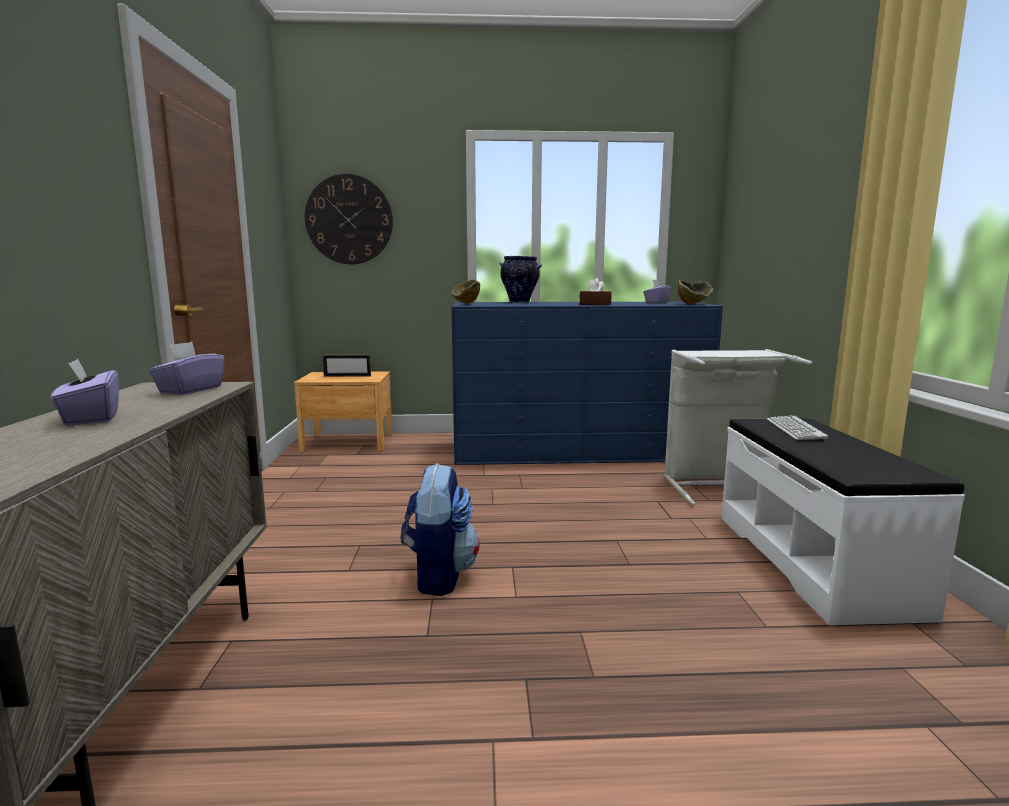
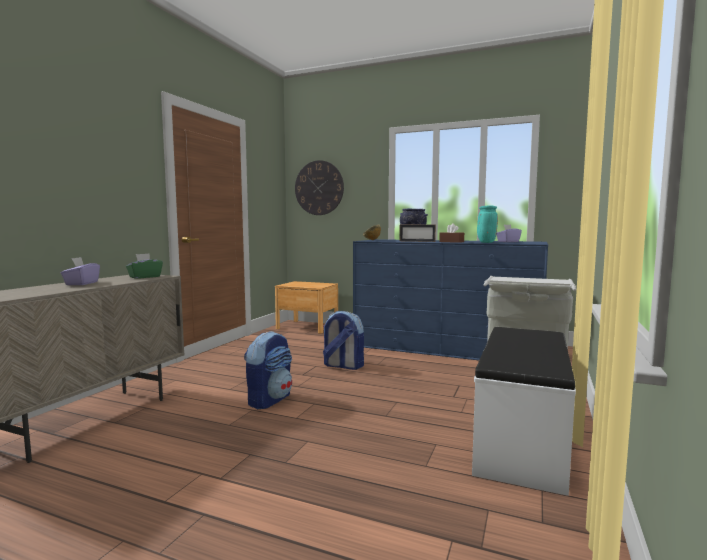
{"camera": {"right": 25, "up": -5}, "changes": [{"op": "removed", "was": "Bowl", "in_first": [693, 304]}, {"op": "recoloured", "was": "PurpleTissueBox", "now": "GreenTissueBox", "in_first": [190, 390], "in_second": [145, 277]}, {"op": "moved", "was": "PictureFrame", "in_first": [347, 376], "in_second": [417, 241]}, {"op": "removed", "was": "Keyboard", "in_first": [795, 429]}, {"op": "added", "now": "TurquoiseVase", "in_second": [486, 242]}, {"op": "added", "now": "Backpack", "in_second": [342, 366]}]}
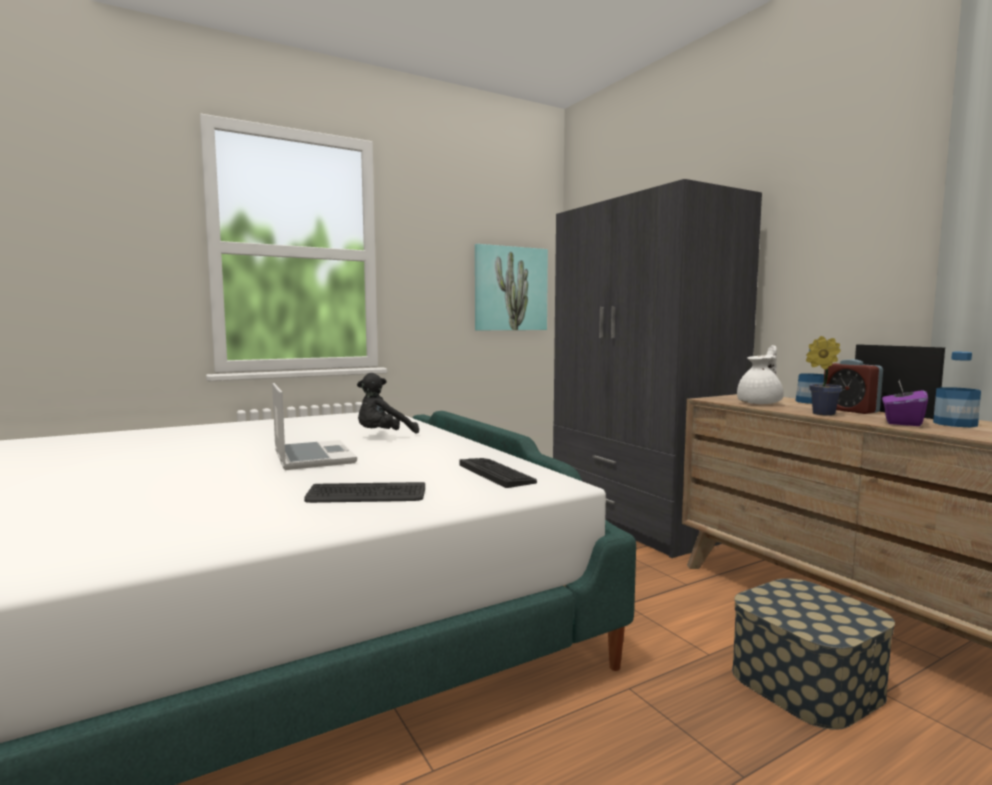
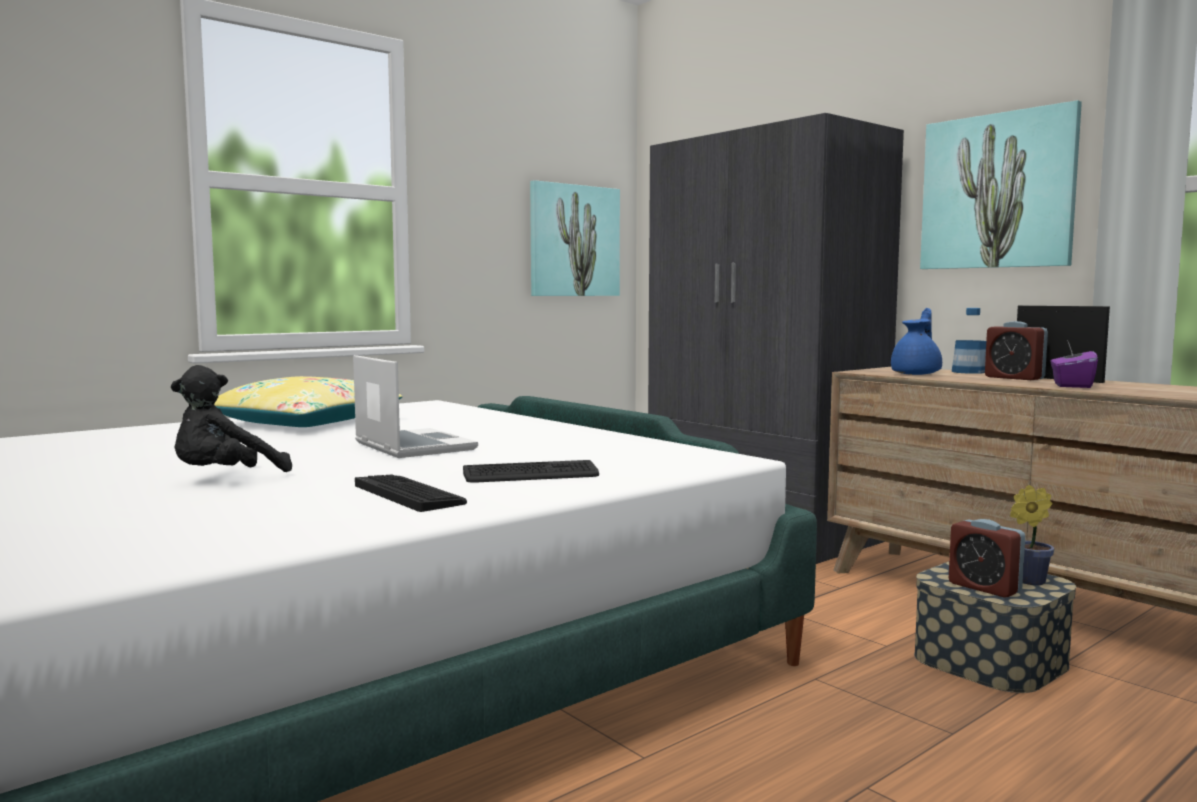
{"camera": {"right": -10, "up": 0}, "changes": [{"op": "moved", "was": "PottedPlant", "in_first": [820, 414], "in_second": [1027, 581]}, {"op": "recoloured", "was": "WhiteTeapot", "now": "BlueTeapot", "in_first": [761, 403], "in_second": [917, 374]}, {"op": "removed", "was": "Bottle", "in_first": [955, 424]}, {"op": "moved", "was": "BlackPlushToy", "in_first": [383, 436], "in_second": [225, 478]}, {"op": "moved", "was": "Keyboard", "in_first": [496, 473], "in_second": [409, 494]}, {"op": "added", "now": "Picture", "in_second": [997, 191]}, {"op": "added", "now": "YellowPillow", "in_second": [304, 422]}, {"op": "added", "now": "AlarmClock", "in_second": [984, 588]}]}
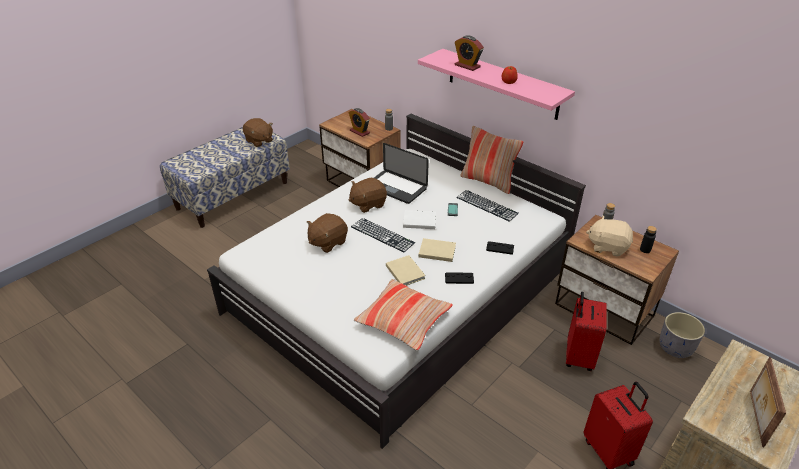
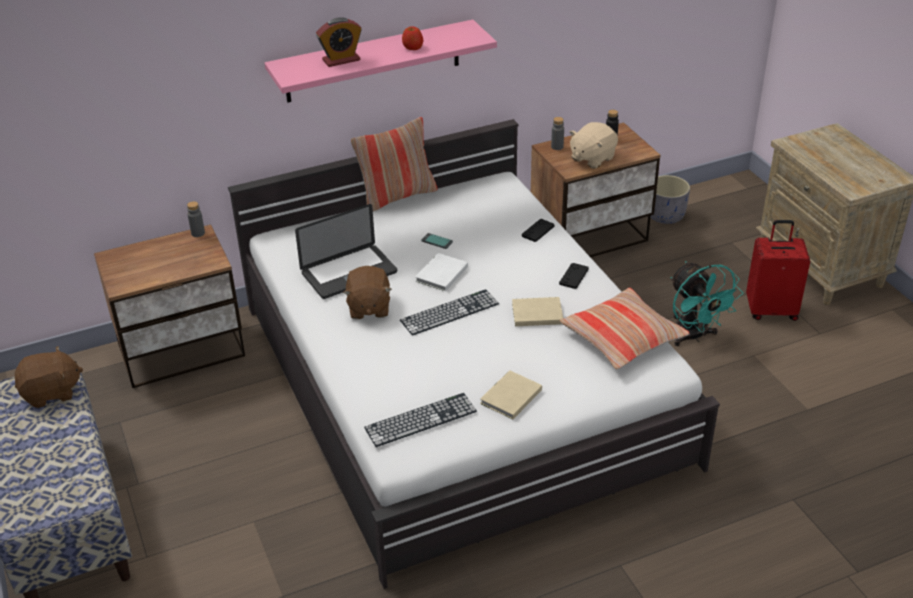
{"camera": {"right": -65, "up": 0}, "changes": [{"op": "removed", "was": "AlarmClock", "in_first": [359, 132]}, {"op": "moved", "was": "Keyboard", "in_first": [487, 205], "in_second": [420, 419]}, {"op": "removed", "was": "BrownPlushToy", "in_first": [327, 242]}, {"op": "moved", "was": "BeigeBook", "in_first": [436, 251], "in_second": [509, 397]}, {"op": "removed", "was": "RedSuitcase", "in_first": [577, 356]}, {"op": "removed", "was": "PictureFrame", "in_first": [755, 417]}, {"op": "added", "now": "TurquoiseFan", "in_second": [693, 337]}]}
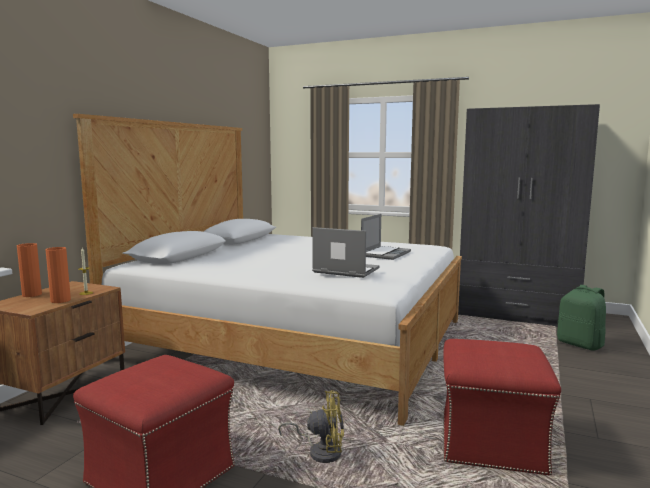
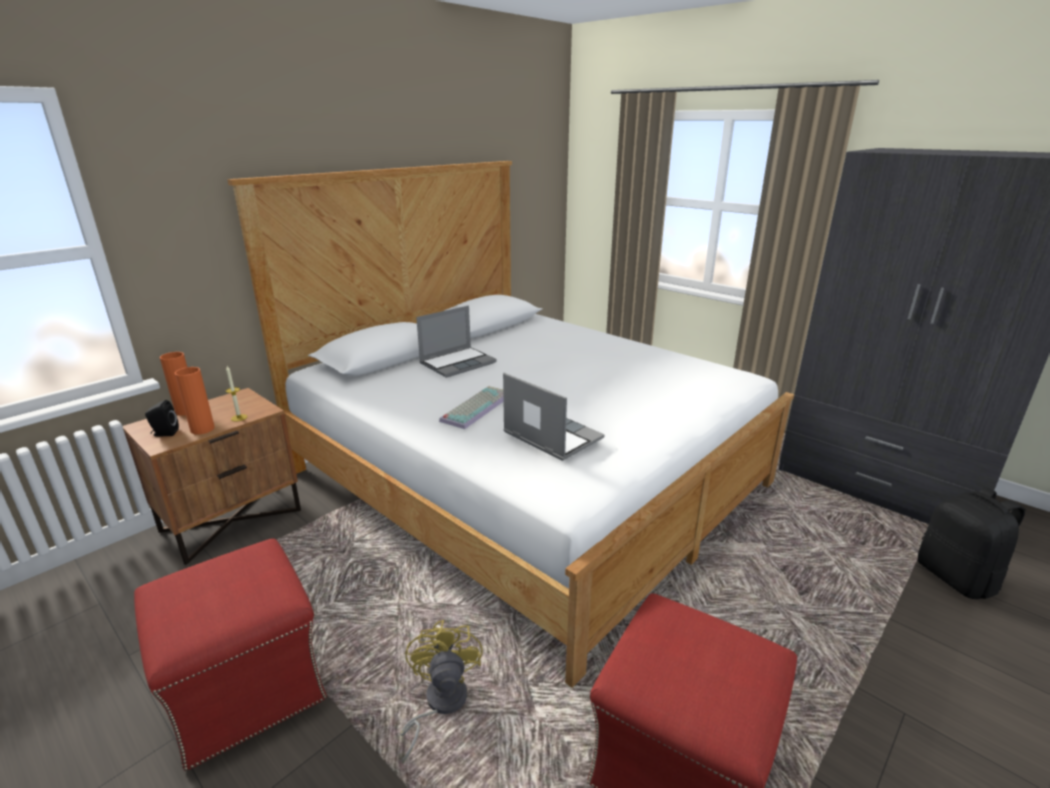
{"camera": {"right": 20, "up": 15}, "changes": [{"op": "moved", "was": "Laptop", "in_first": [385, 254], "in_second": [458, 363]}, {"op": "recoloured", "was": "GreenBackpack", "now": "BlackBackpack", "in_first": [580, 344], "in_second": [957, 578]}, {"op": "turned", "was": "YellowFan", "in_first": [320, 451], "in_second": [439, 704], "clockwise": -120}, {"op": "added", "now": "Keyboard", "in_second": [476, 407]}, {"op": "added", "now": "BlackSpeaker", "in_second": [164, 433]}]}
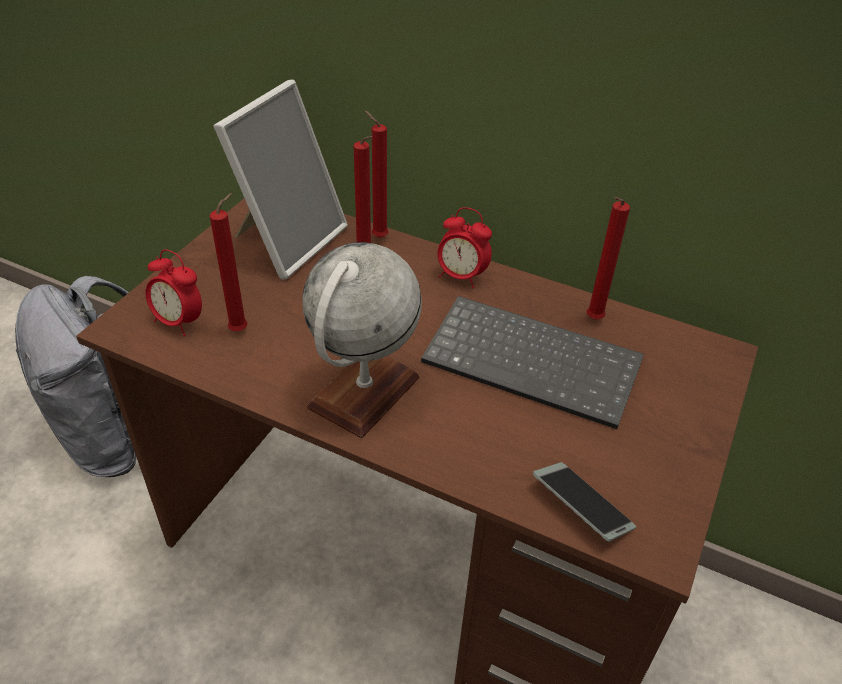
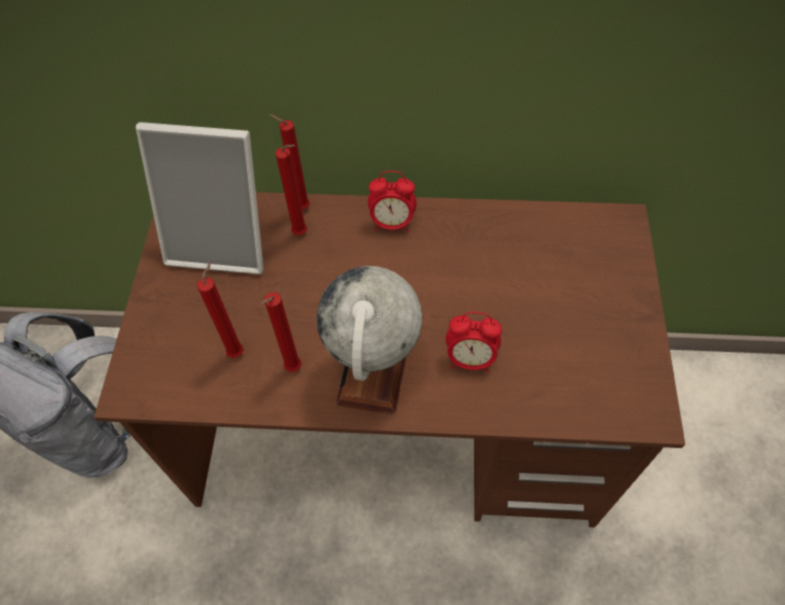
{"camera": {"right": -20, "up": 15}, "changes": [{"op": "turned", "was": "PictureFrame", "in_first": [287, 240], "in_second": [223, 241], "clockwise": 90}, {"op": "moved", "was": "RedCandle", "in_first": [592, 320], "in_second": [291, 369]}, {"op": "moved", "was": "AlarmClock", "in_first": [179, 322], "in_second": [470, 359]}, {"op": "removed", "was": "Keyboard", "in_first": [535, 362]}, {"op": "removed", "was": "Phone", "in_first": [581, 507]}]}
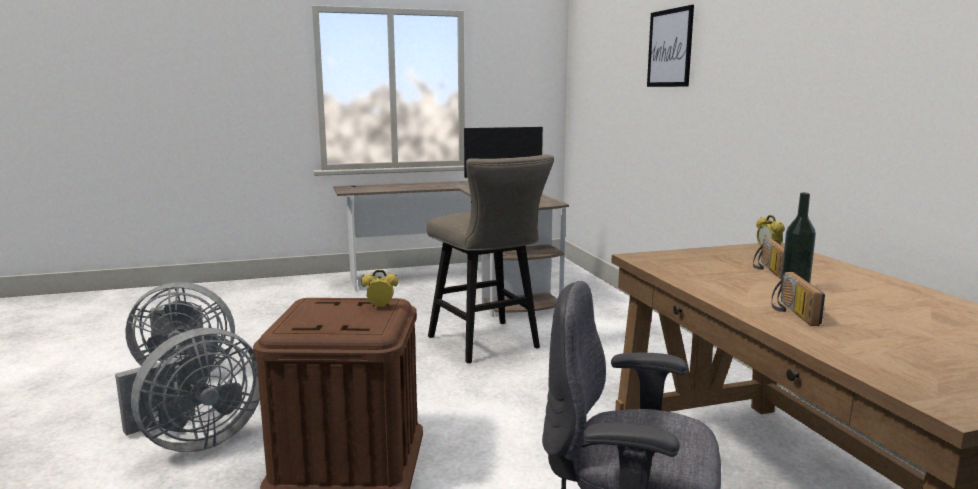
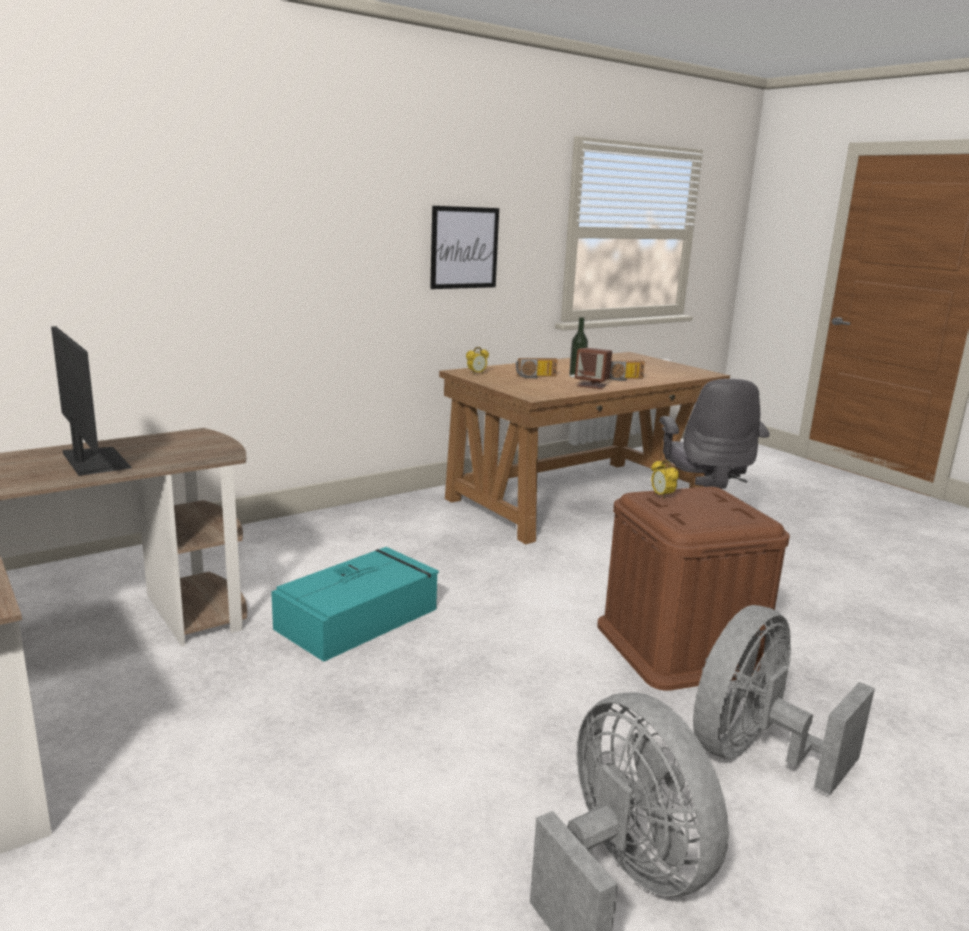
{"camera": {"right": -110, "up": 5}, "changes": [{"op": "moved", "was": "Picture", "in_first": [670, 48], "in_second": [464, 248]}, {"op": "replaced", "was": "BeigeStool", "now": "TurquoiseStorageBox", "in_first": [488, 344], "in_second": [359, 618]}, {"op": "turned", "was": "GreyFan", "in_first": [196, 441], "in_second": [754, 753], "clockwise": -75}, {"op": "added", "now": "BrownSpeaker", "in_second": [592, 385]}]}
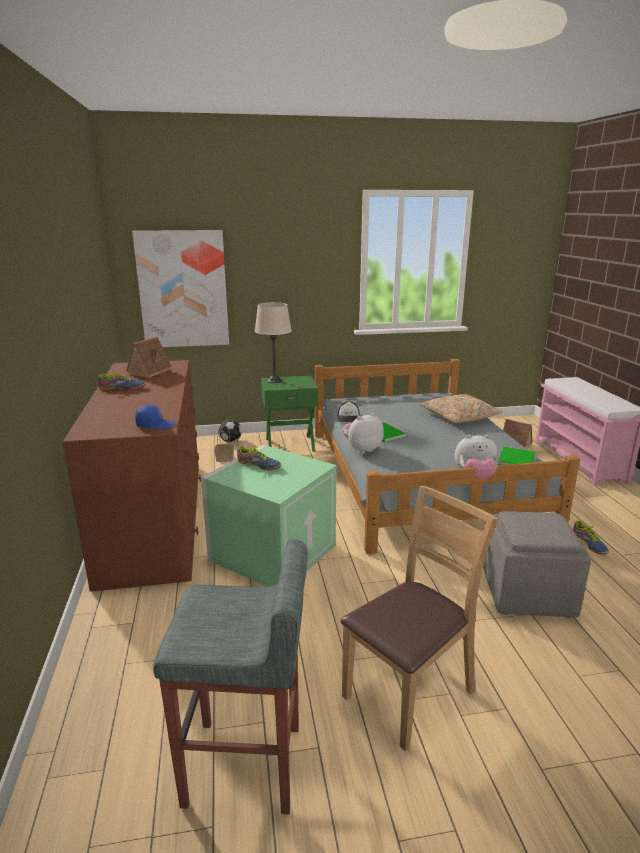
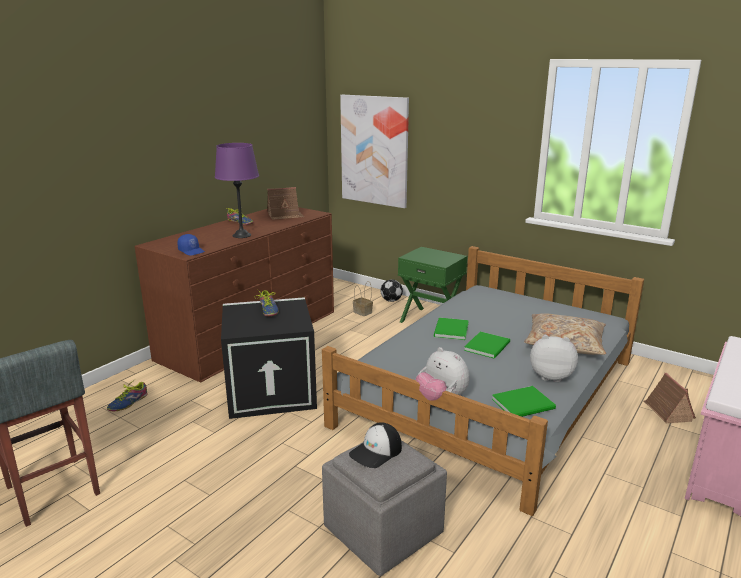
{"camera": {"right": 45, "up": 0}, "changes": [{"op": "removed", "was": "BeigeTableLamp", "in_first": [274, 380]}, {"op": "moved", "was": "Cap", "in_first": [349, 417], "in_second": [376, 452]}, {"op": "moved", "was": "PlushToy", "in_first": [362, 449], "in_second": [550, 376]}, {"op": "recoloured", "was": "GreenStorageBox", "now": "BlackStorageBox", "in_first": [272, 551], "in_second": [272, 390]}, {"op": "removed", "was": "BrownChair", "in_first": [409, 692]}, {"op": "moved", "was": "Shoe", "in_first": [589, 543], "in_second": [128, 403]}, {"op": "added", "now": "PurpleTableLamp", "in_second": [242, 235]}, {"op": "added", "now": "GreenBook", "in_second": [488, 346]}]}
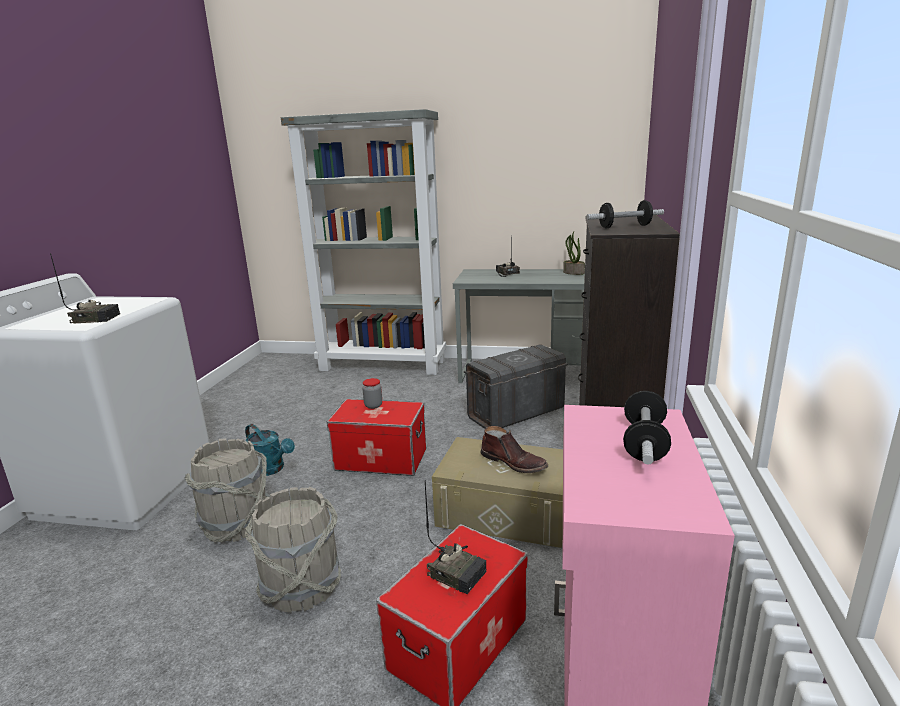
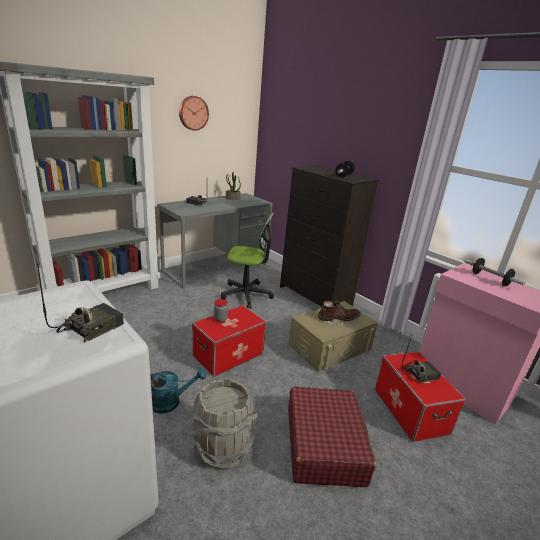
{"camera": {"right": -55, "up": 5}, "changes": [{"op": "replaced", "was": "GreyStorageBox", "now": "OfficeChair", "in_first": [515, 413], "in_second": [246, 294]}, {"op": "replaced", "was": "GreyBucket", "now": "RedSuitcase", "in_first": [302, 587], "in_second": [324, 444]}, {"op": "added", "now": "WallClock", "in_second": [193, 113]}]}
